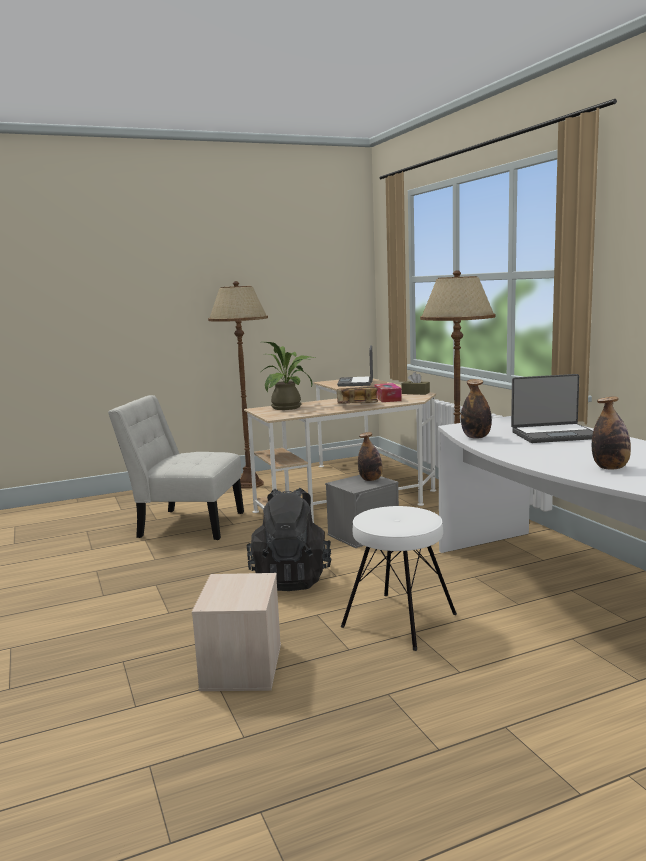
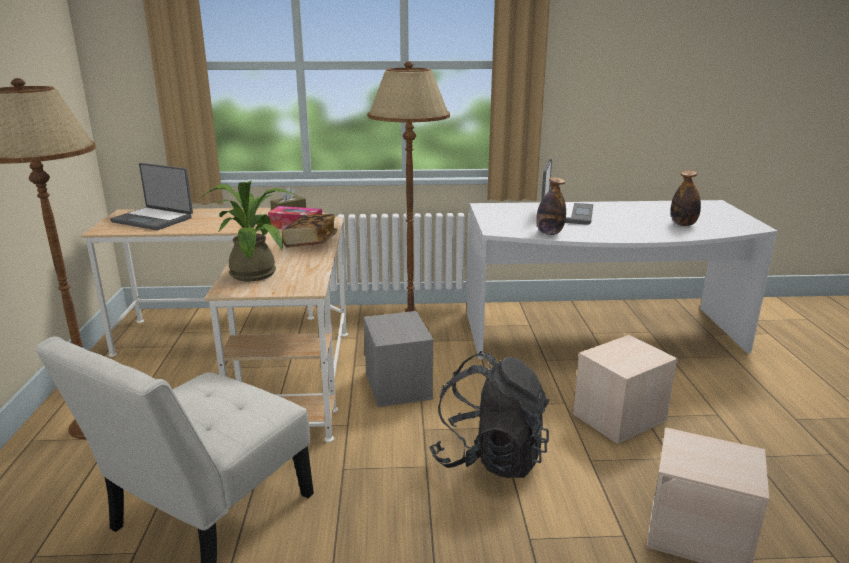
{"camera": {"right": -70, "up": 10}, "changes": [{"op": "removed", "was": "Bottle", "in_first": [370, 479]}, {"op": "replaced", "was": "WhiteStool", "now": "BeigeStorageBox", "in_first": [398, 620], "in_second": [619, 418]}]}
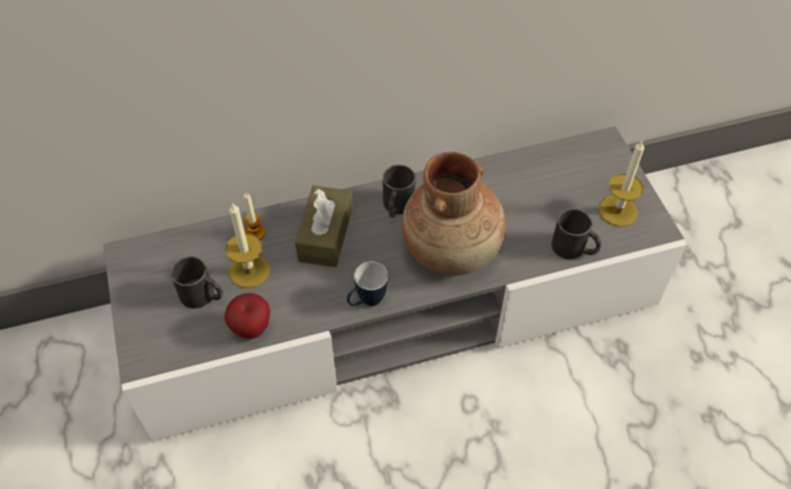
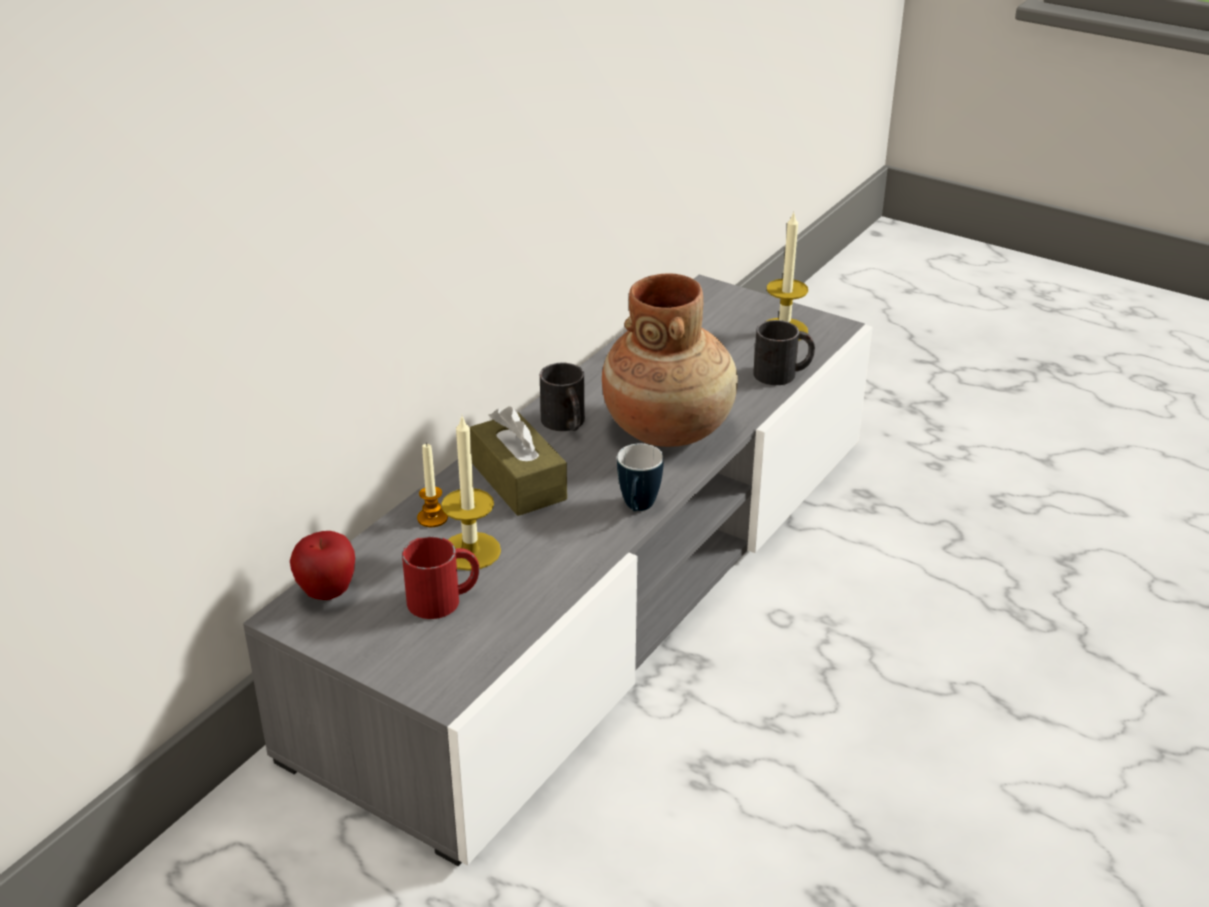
{"camera": {"right": -40, "up": -20}, "changes": [{"op": "recoloured", "was": "BlackMug", "now": "RedMug", "in_first": [203, 296], "in_second": [444, 599]}, {"op": "moved", "was": "Apple", "in_first": [251, 329], "in_second": [327, 592]}]}
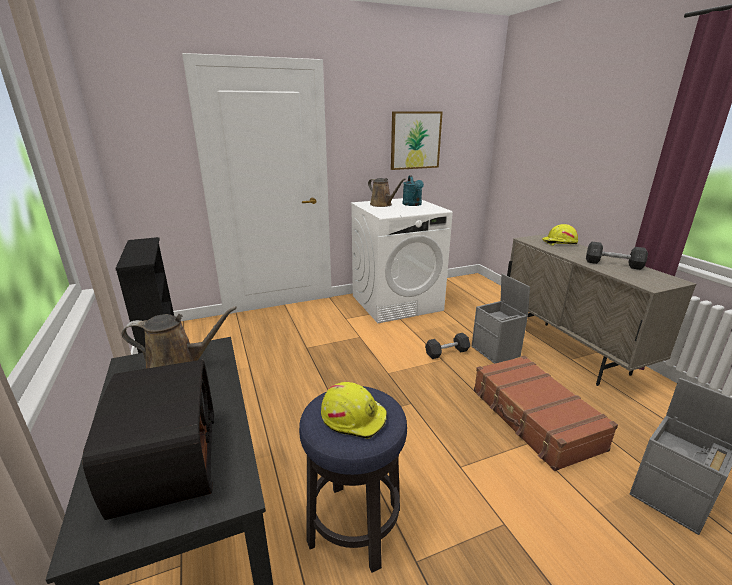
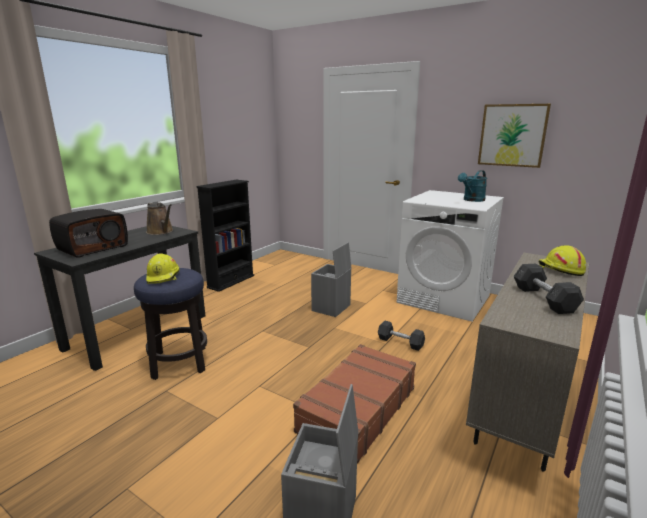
{"camera": {"right": 55, "up": -5}, "changes": [{"op": "removed", "was": "BrownWateringCan", "in_first": [382, 205]}, {"op": "moved", "was": "GreyStorageBox", "in_first": [496, 351], "in_second": [331, 308]}]}
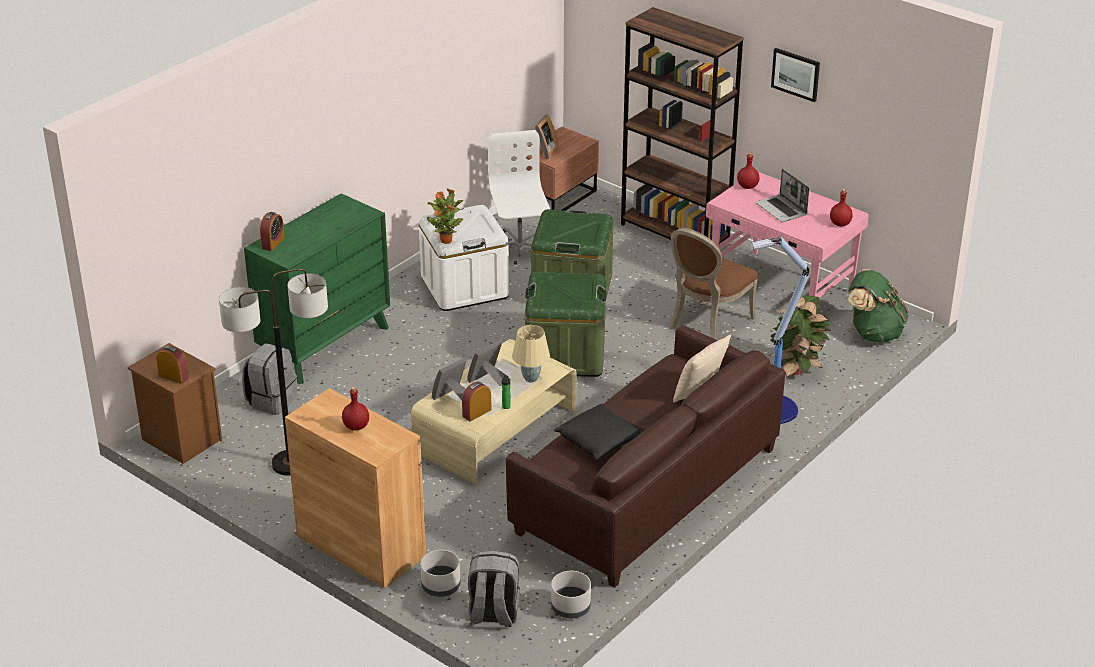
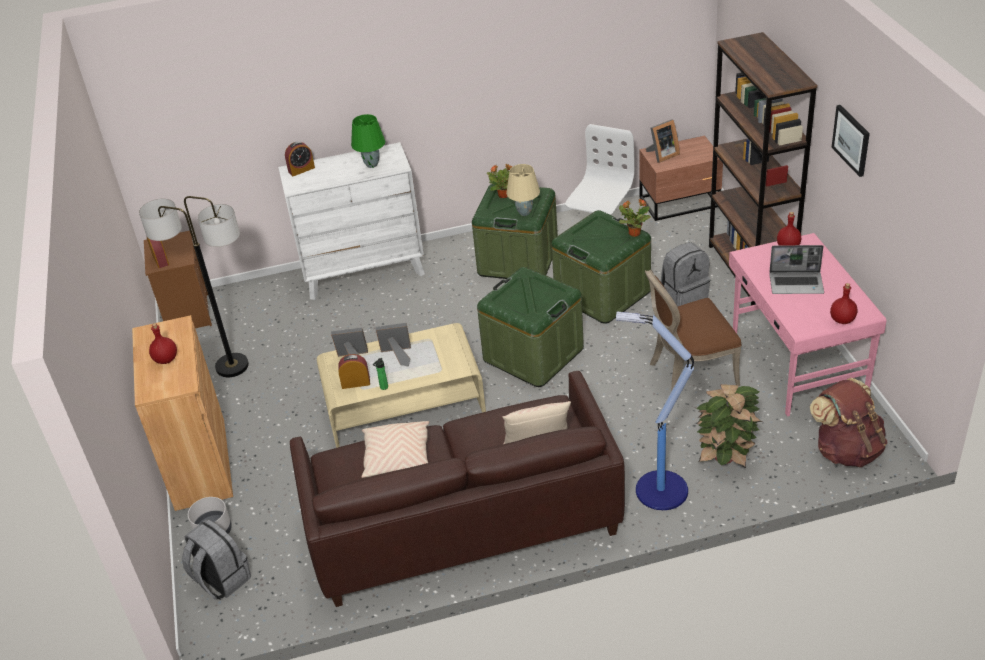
{"camera": {"right": 40, "up": 5}, "changes": [{"op": "turned", "was": "Laptop", "in_first": [782, 209], "in_second": [796, 283], "clockwise": -90}, {"op": "recoloured", "was": "GreenDresser", "now": "WhiteDresser", "in_first": [325, 344], "in_second": [363, 272]}, {"op": "recoloured", "was": "WhiteStorageBox", "now": "GreenStorageBox", "in_first": [464, 287], "in_second": [518, 260]}, {"op": "moved", "was": "PottedPlant", "in_first": [445, 241], "in_second": [634, 233]}, {"op": "recoloured", "was": "GreenBackpack", "now": "BrownBackpack", "in_first": [873, 333], "in_second": [846, 449]}, {"op": "moved", "was": "BeigeTableLamp", "in_first": [531, 379], "in_second": [524, 213]}, {"op": "moved", "was": "GreyBackpack", "in_first": [271, 400], "in_second": [684, 294]}, {"op": "recoloured", "was": "BlackPillow", "now": "BeigePillow", "in_first": [599, 441], "in_second": [398, 458]}, {"op": "removed", "was": "GreyPlanter", "in_first": [571, 608]}, {"op": "added", "now": "GreenTableLamp", "in_second": [371, 165]}]}
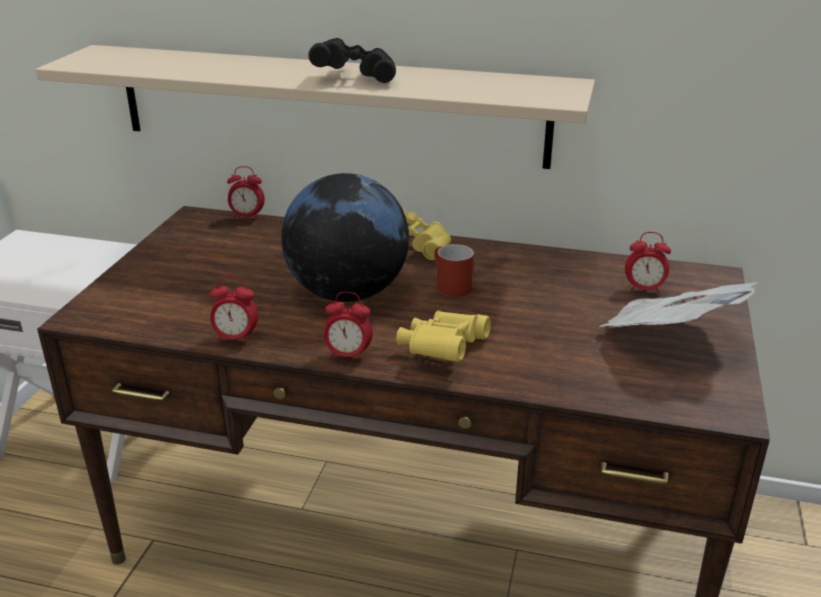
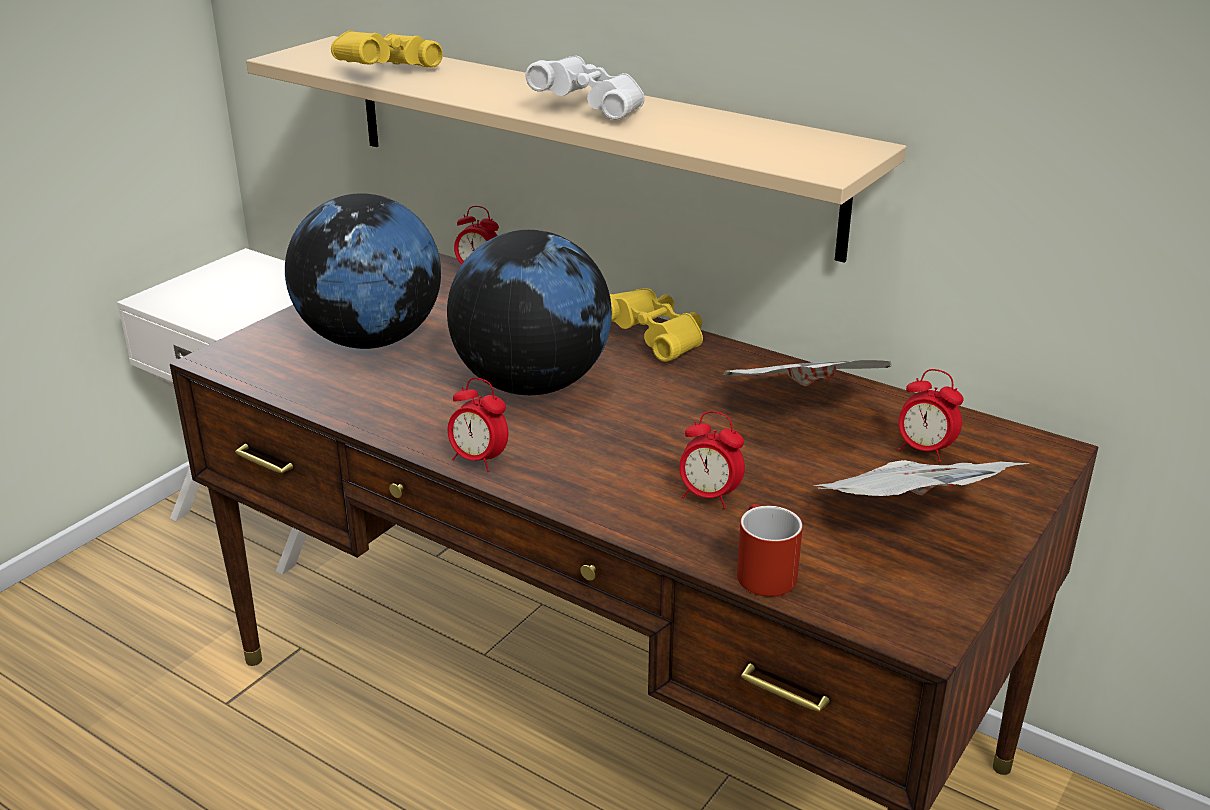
{"camera": {"right": 20, "up": 0}, "changes": [{"op": "recoloured", "was": "BlackBinoculars", "now": "WhiteBinoculars", "in_first": [355, 77], "in_second": [591, 109]}, {"op": "moved", "was": "RedMug", "in_first": [449, 285], "in_second": [760, 571]}, {"op": "moved", "was": "AlarmClock", "in_first": [235, 339], "in_second": [709, 497]}, {"op": "moved", "was": "YellowBinoculars", "in_first": [442, 351], "in_second": [383, 72]}, {"op": "added", "now": "Globe", "in_second": [370, 340]}, {"op": "added", "now": "Newspaper", "in_second": [800, 410]}]}
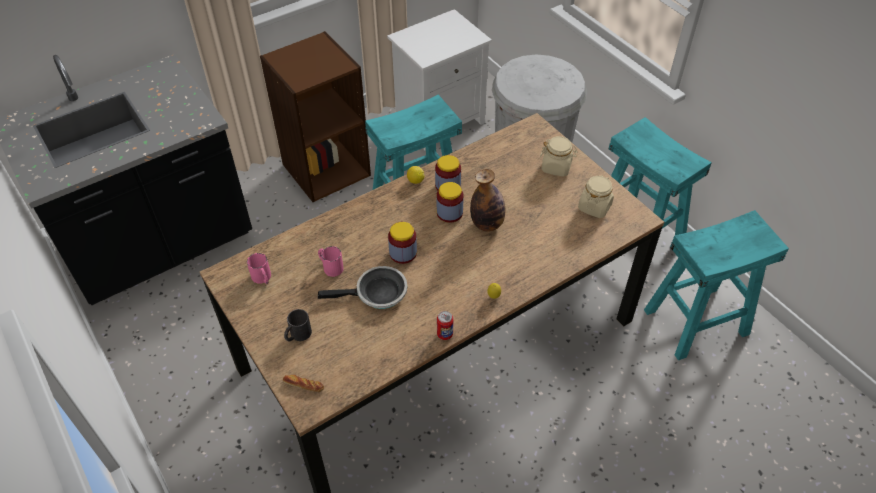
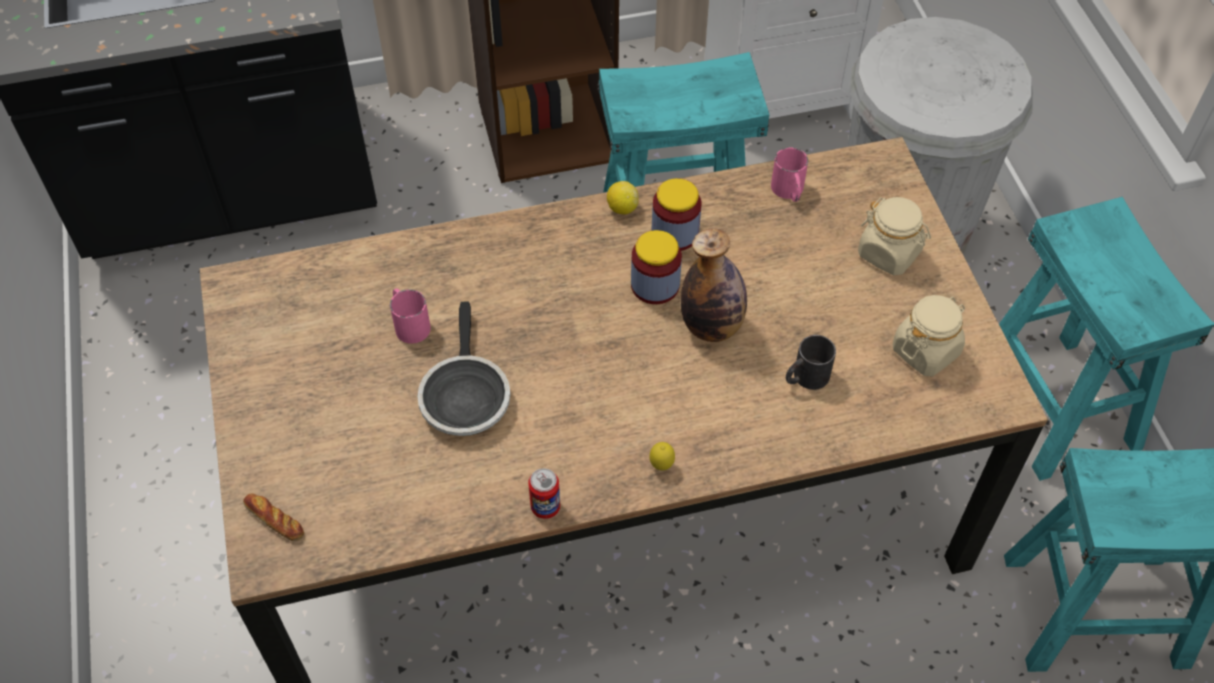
{"camera": {"right": 20, "up": 5}, "changes": [{"op": "removed", "was": "Jar", "in_first": [403, 253]}, {"op": "moved", "was": "PinkMug", "in_first": [263, 278], "in_second": [789, 191]}, {"op": "turned", "was": "FryingPan", "in_first": [377, 293], "in_second": [464, 396], "clockwise": 75}, {"op": "moved", "was": "BlackMug", "in_first": [297, 335], "in_second": [805, 378]}]}
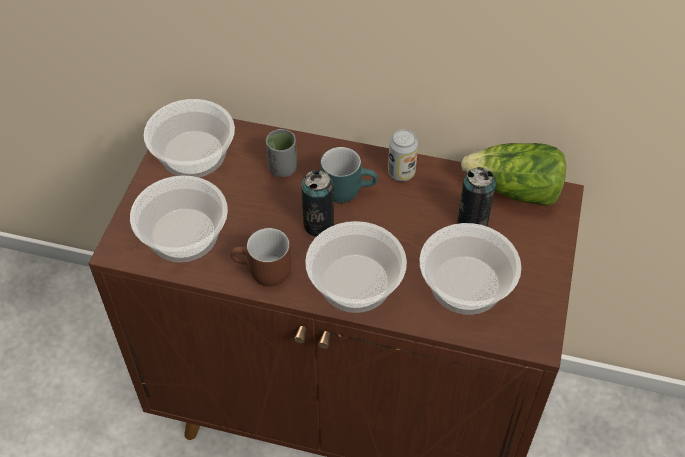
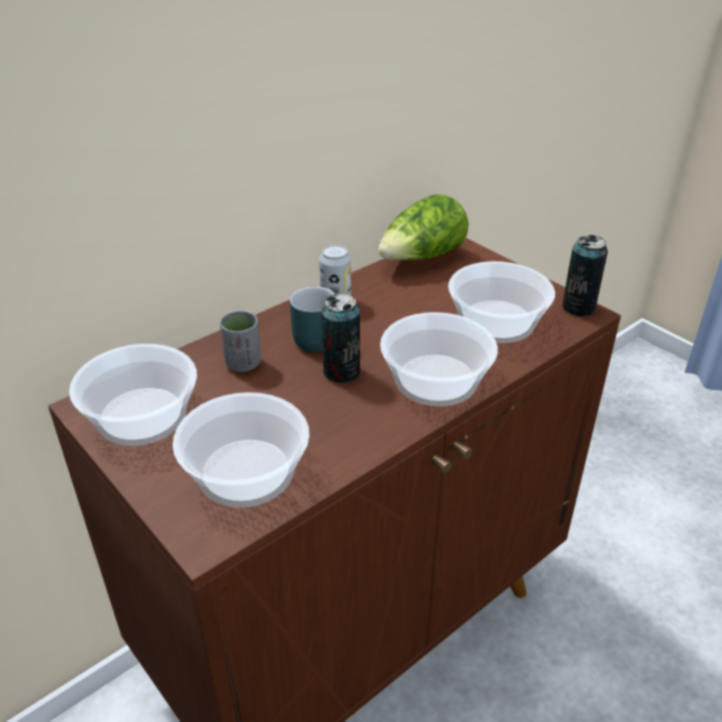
{"camera": {"right": -55, "up": -15}, "changes": [{"op": "moved", "was": "Can", "in_first": [472, 222], "in_second": [578, 307]}, {"op": "removed", "was": "BrownMug", "in_first": [263, 273]}]}
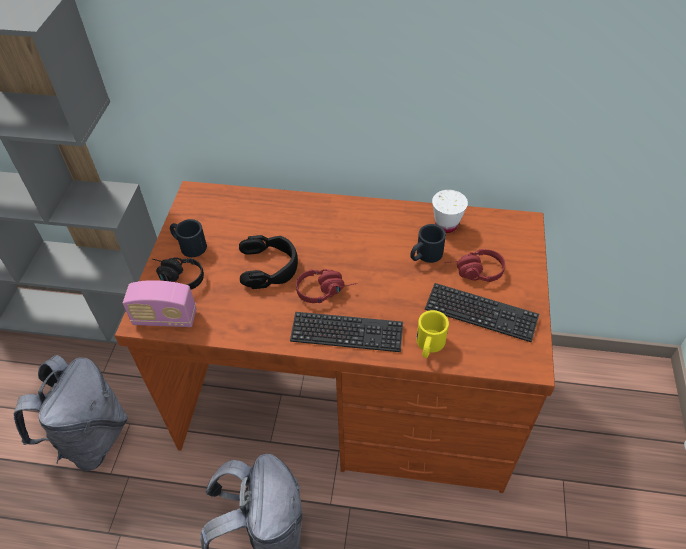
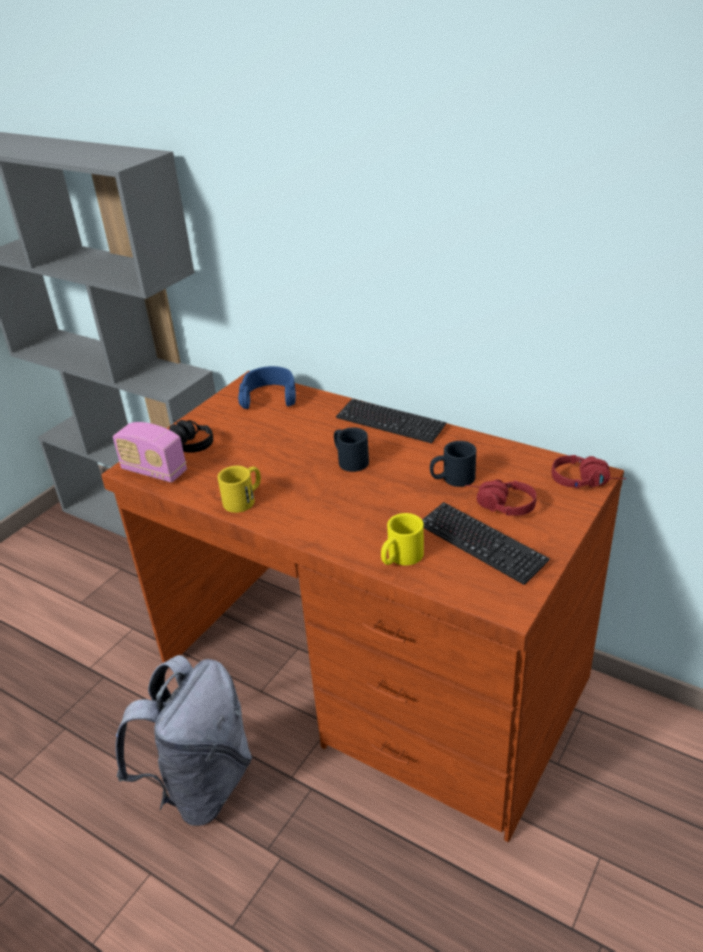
{"camera": {"right": 25, "up": -15}, "changes": [{"op": "removed", "was": "WhiteCup", "in_first": [446, 225]}, {"op": "moved", "was": "BlackMug", "in_first": [189, 245], "in_second": [349, 460]}, {"op": "removed", "was": "BlackHeadphones", "in_first": [269, 267]}, {"op": "moved", "was": "RedHeadphones", "in_first": [326, 290], "in_second": [586, 481]}, {"op": "moved", "was": "Keyboard", "in_first": [347, 333], "in_second": [390, 423]}, {"op": "removed", "was": "GreyBackpack", "in_first": [91, 438]}, {"op": "added", "now": "BlueHeadphones", "in_second": [269, 396]}, {"op": "added", "now": "YellowMug", "in_second": [244, 499]}]}
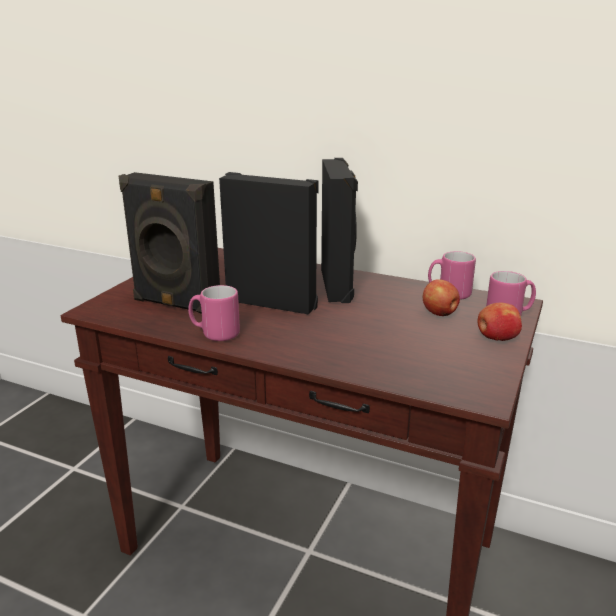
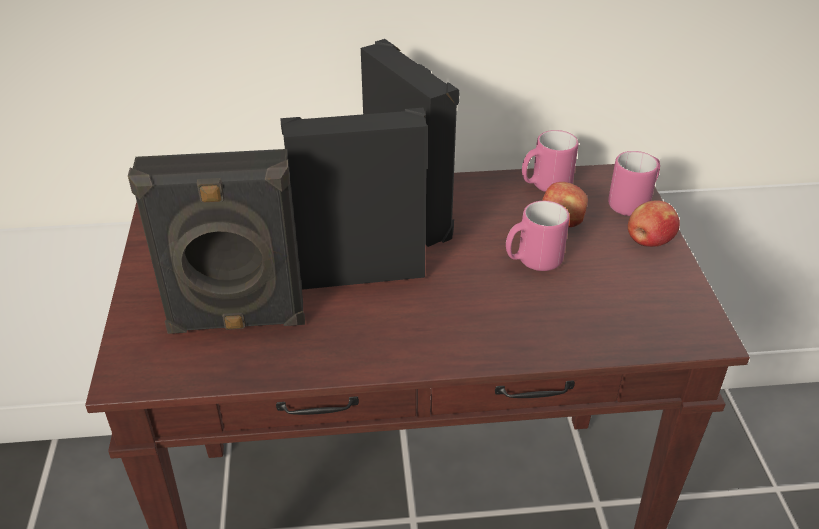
{"camera": {"right": -30, "up": 15}, "changes": [{"op": "moved", "was": "PinkMug", "in_first": [215, 334], "in_second": [532, 261]}]}
